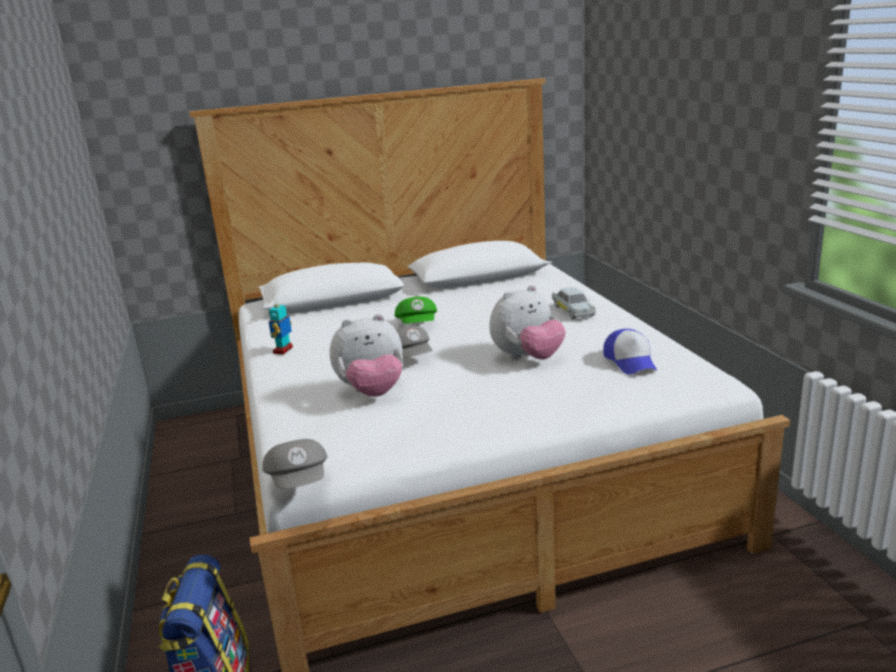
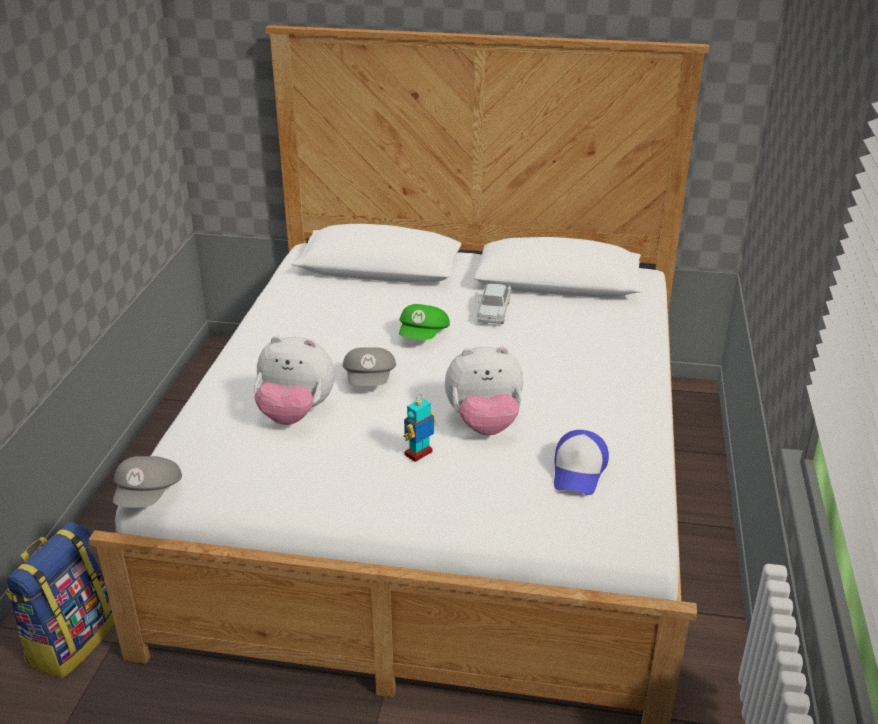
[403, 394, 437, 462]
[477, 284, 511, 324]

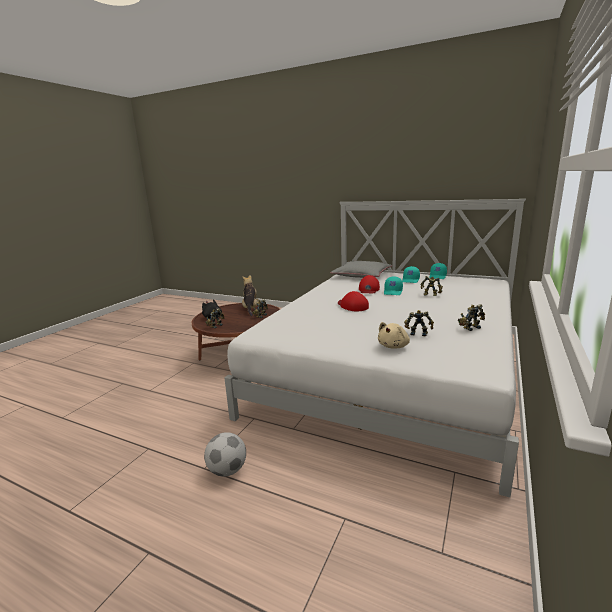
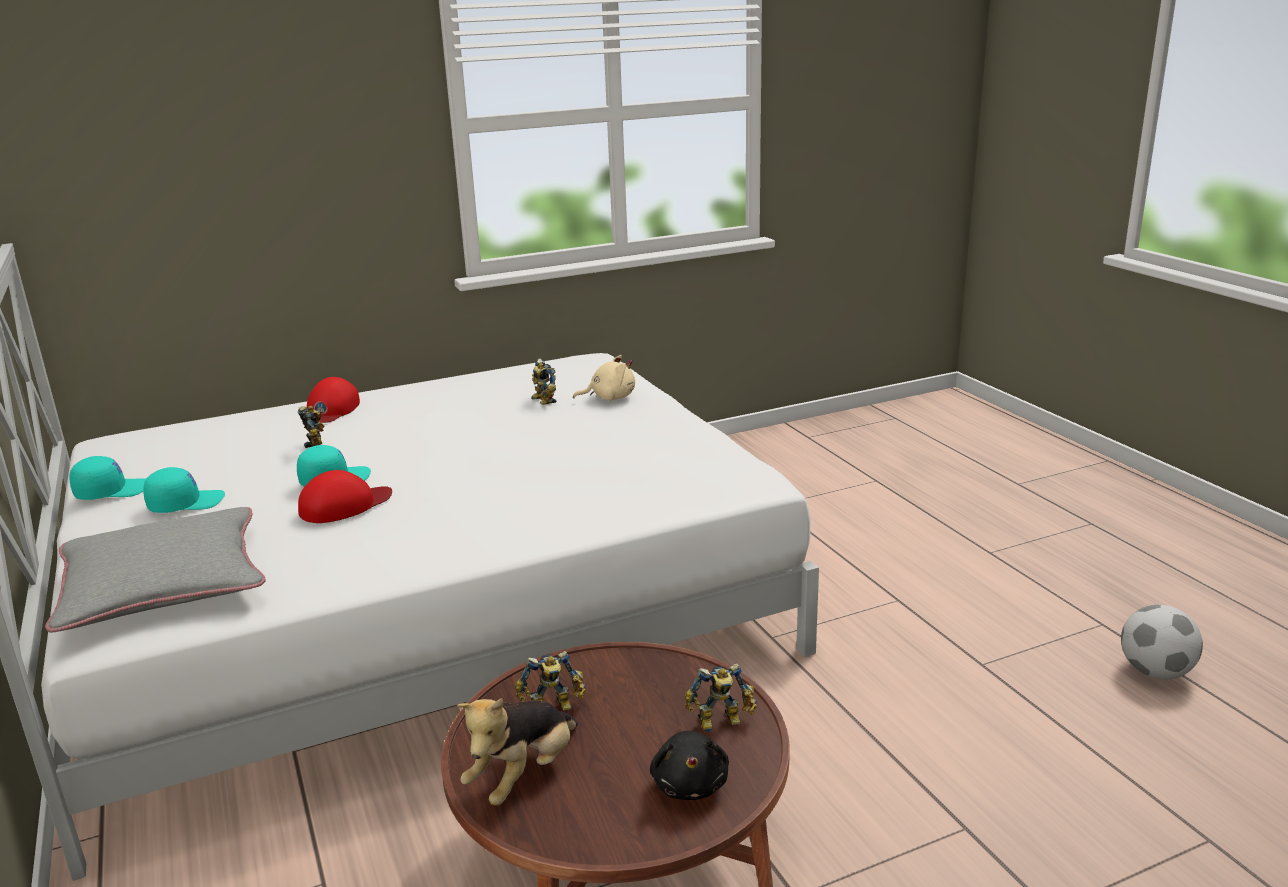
[1121, 605, 1203, 679]
[307, 377, 360, 423]
[458, 304, 485, 331] (first image)

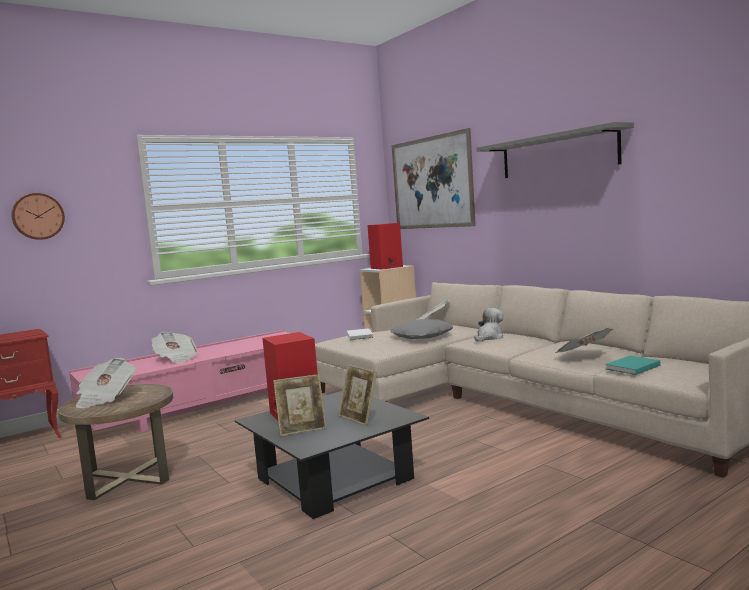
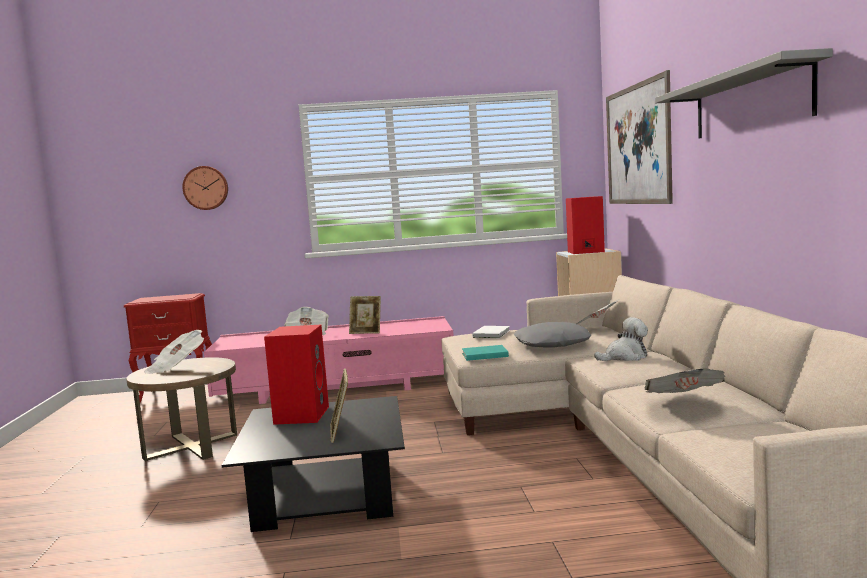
[349, 296, 381, 334]
[462, 345, 509, 361]

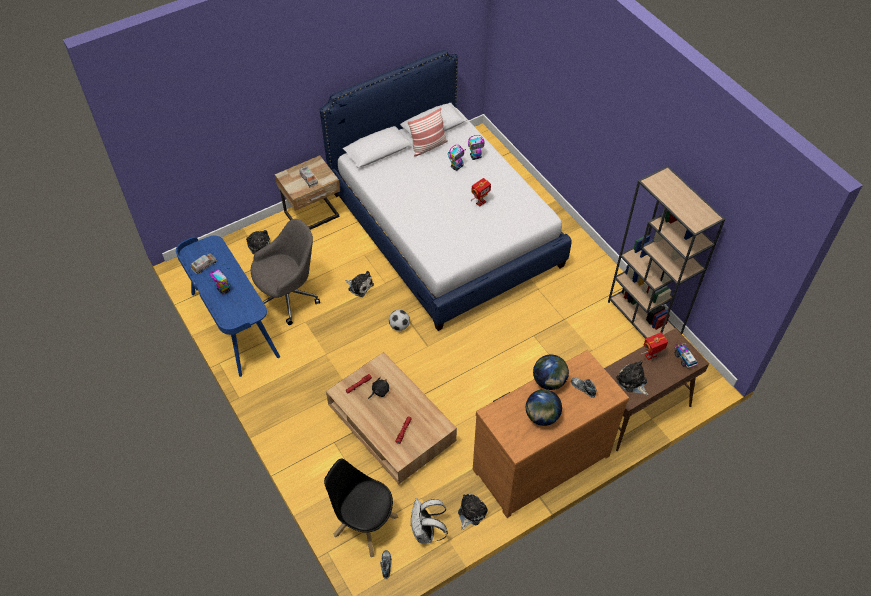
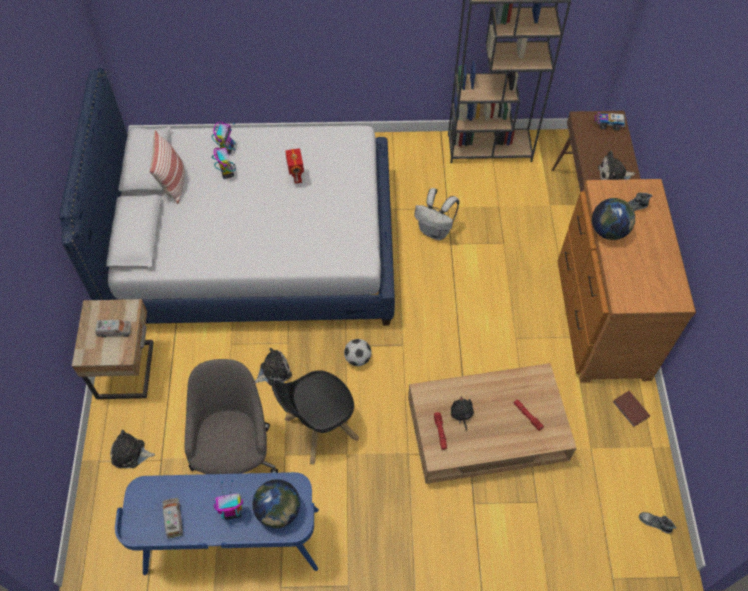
[272, 370, 359, 465]
[414, 188, 459, 241]
[613, 391, 650, 427]
[252, 479, 300, 528]
[641, 332, 668, 360] (first image)

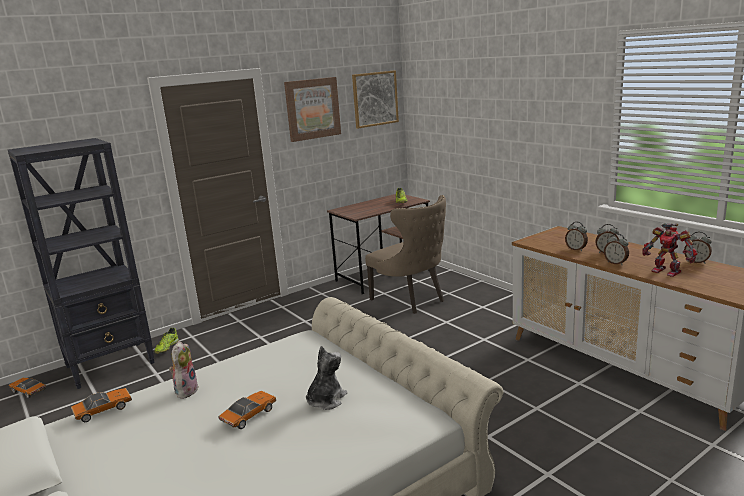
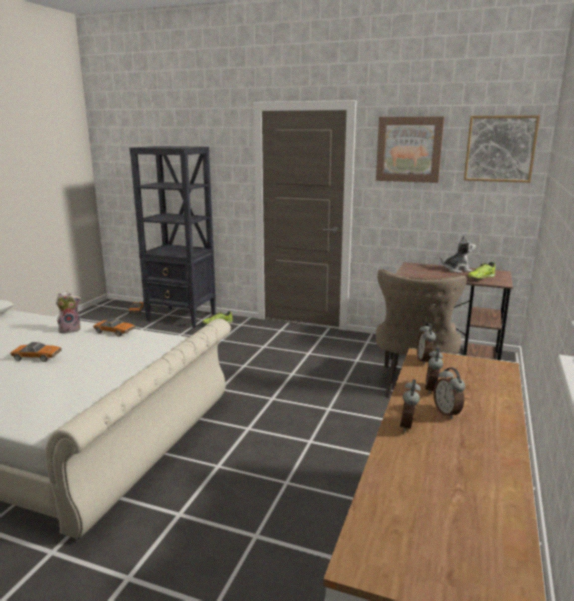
[93, 318, 135, 337]
[440, 235, 476, 273]
[642, 223, 698, 277] (first image)
[417, 323, 436, 365]

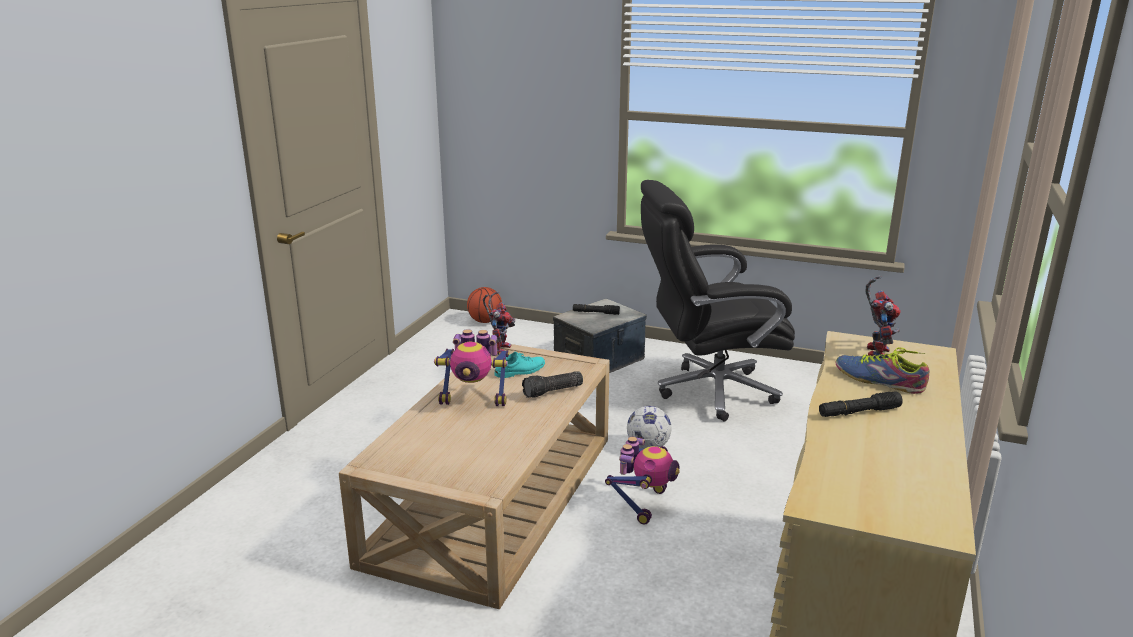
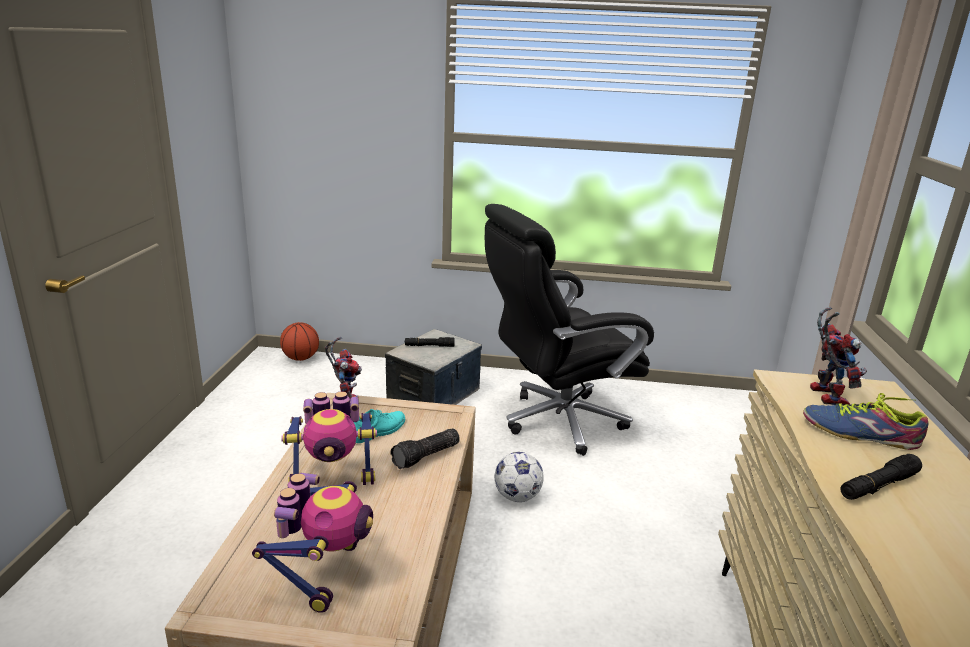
[252, 473, 373, 613]

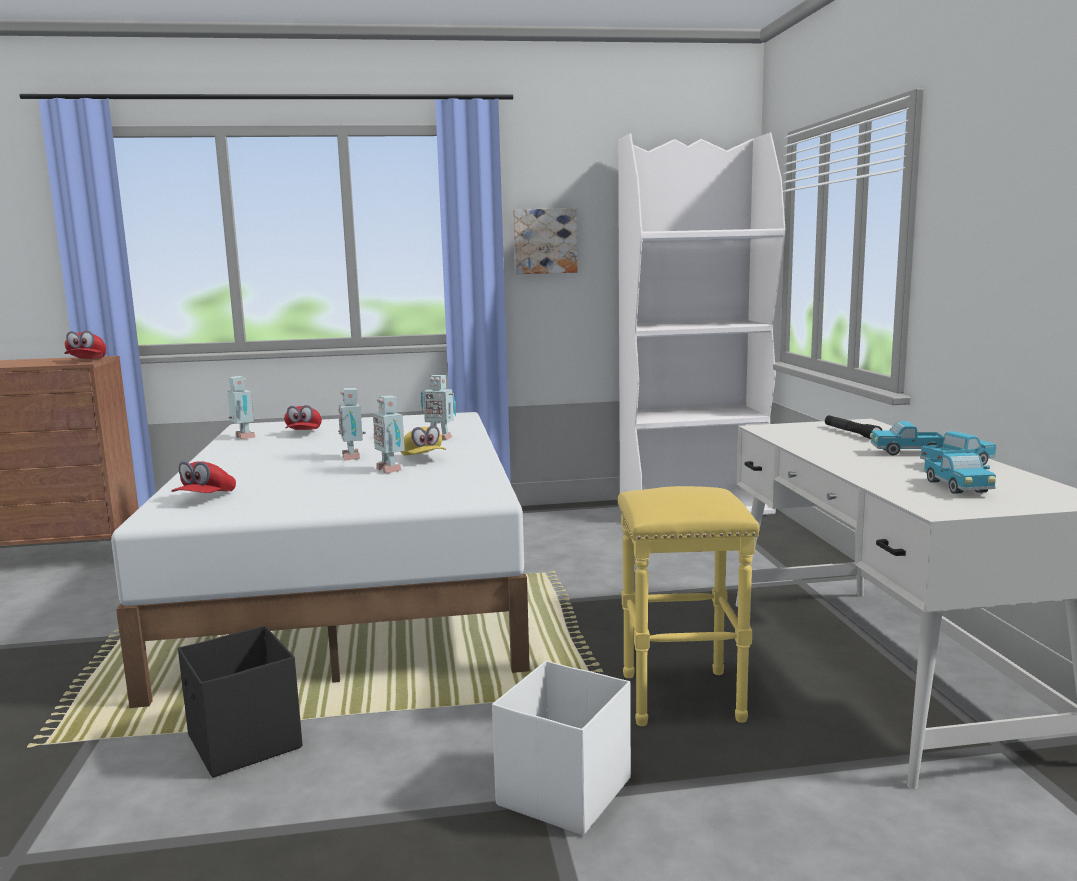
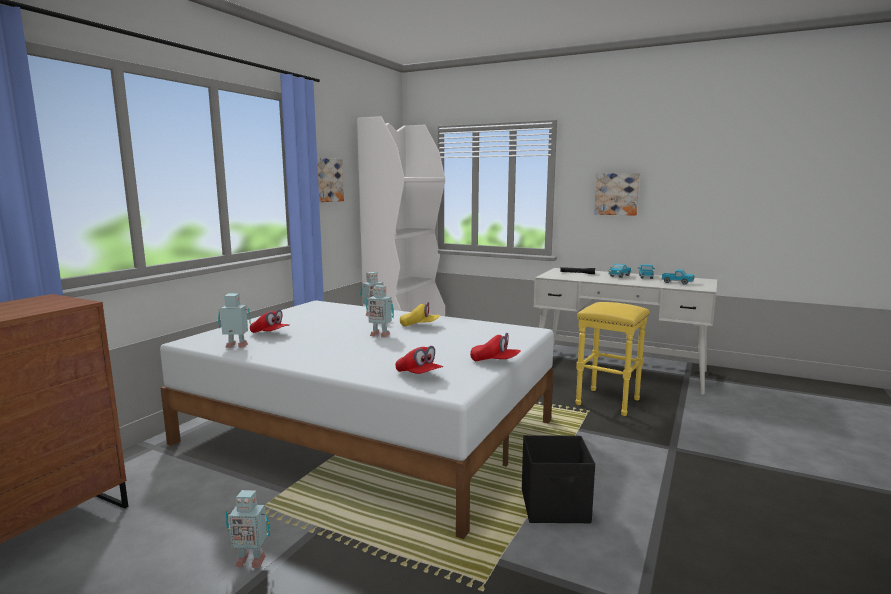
[470, 333, 521, 361]
[226, 490, 270, 568]
[492, 661, 631, 835] (first image)
[594, 173, 640, 216]

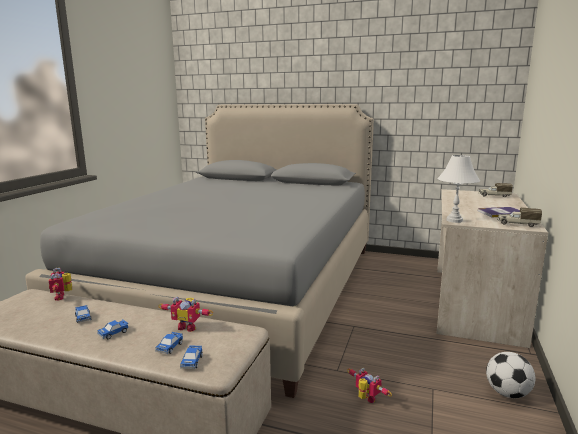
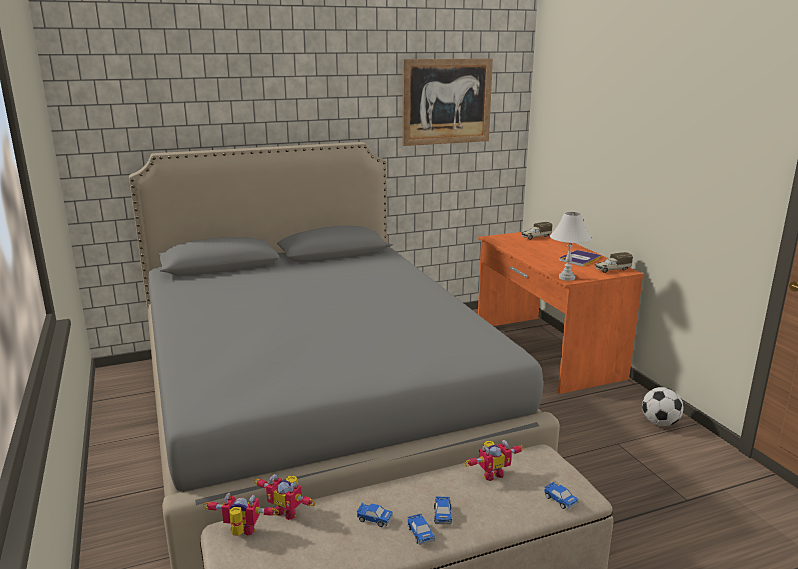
[408, 514, 435, 545]
[203, 493, 279, 536]
[478, 232, 643, 394]
[402, 58, 493, 146]

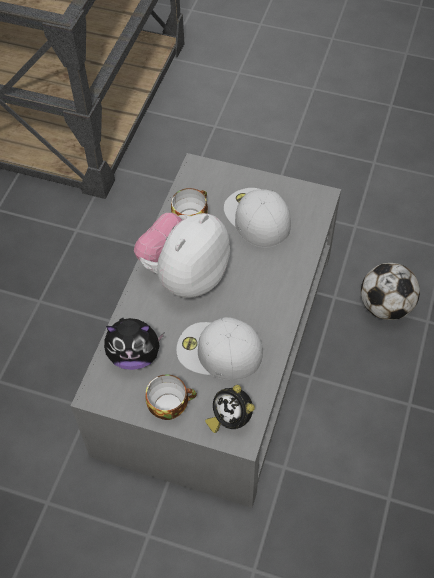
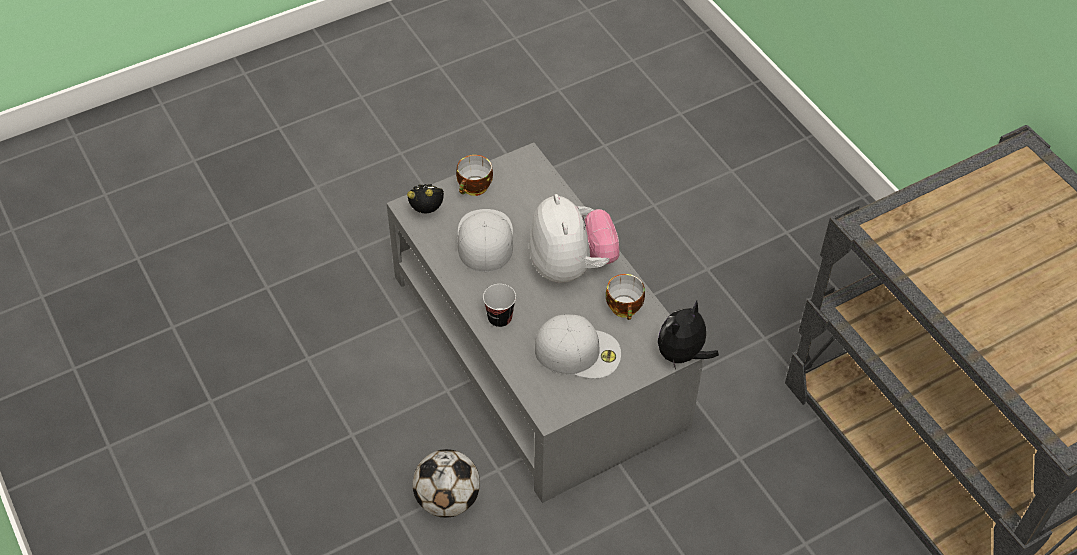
[658, 300, 719, 370]
[458, 209, 513, 272]
[483, 284, 516, 328]

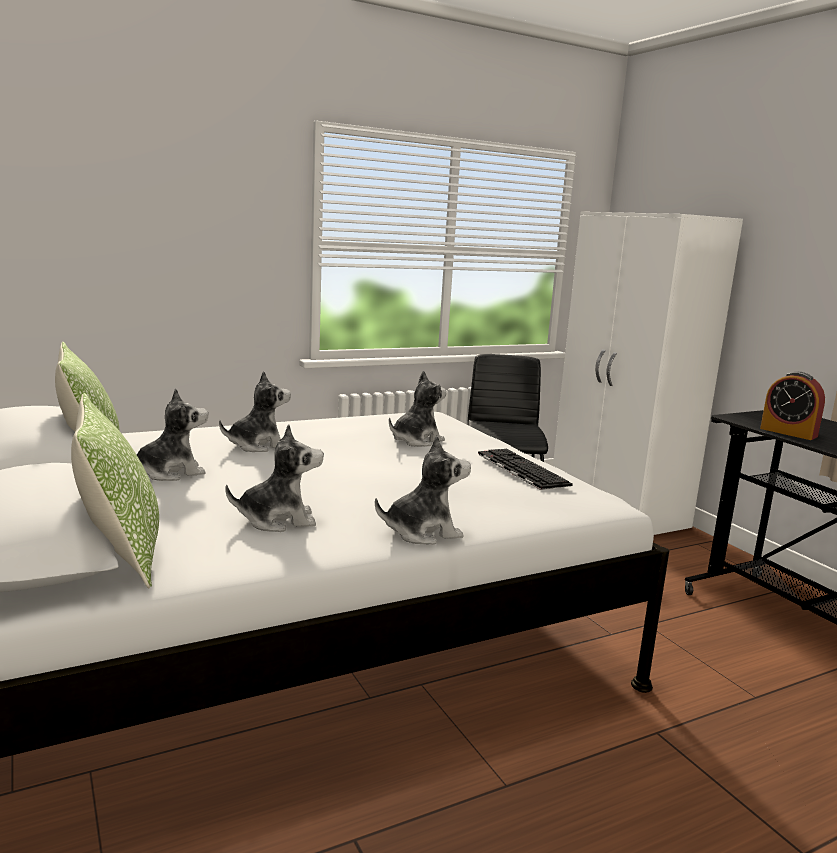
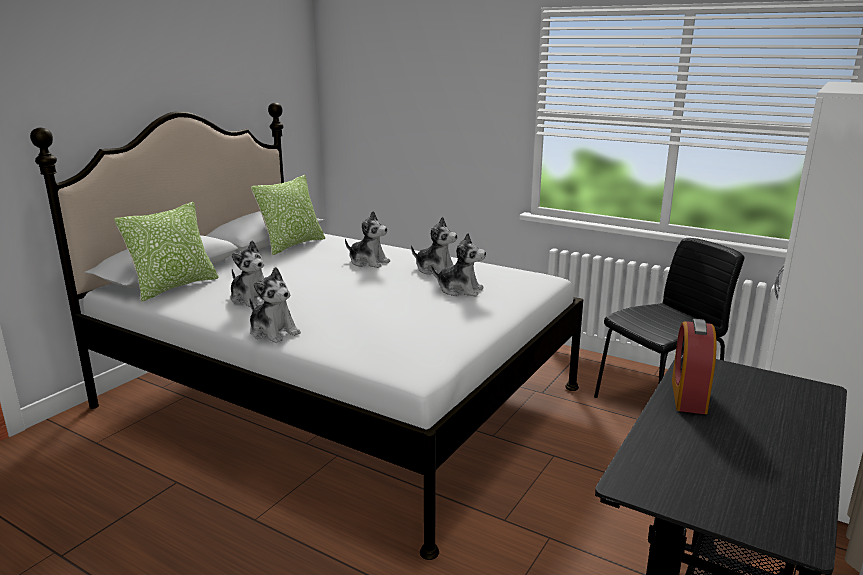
[411, 217, 458, 275]
[478, 449, 573, 490] (first image)

